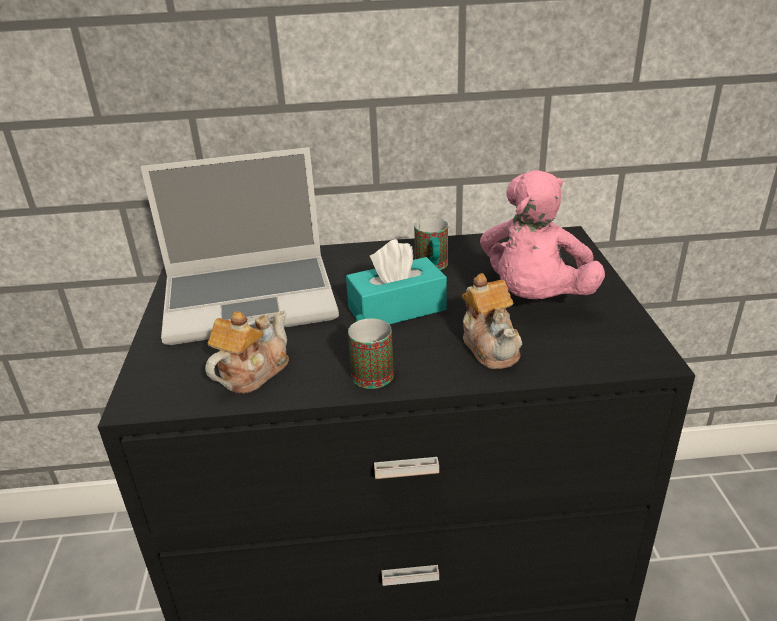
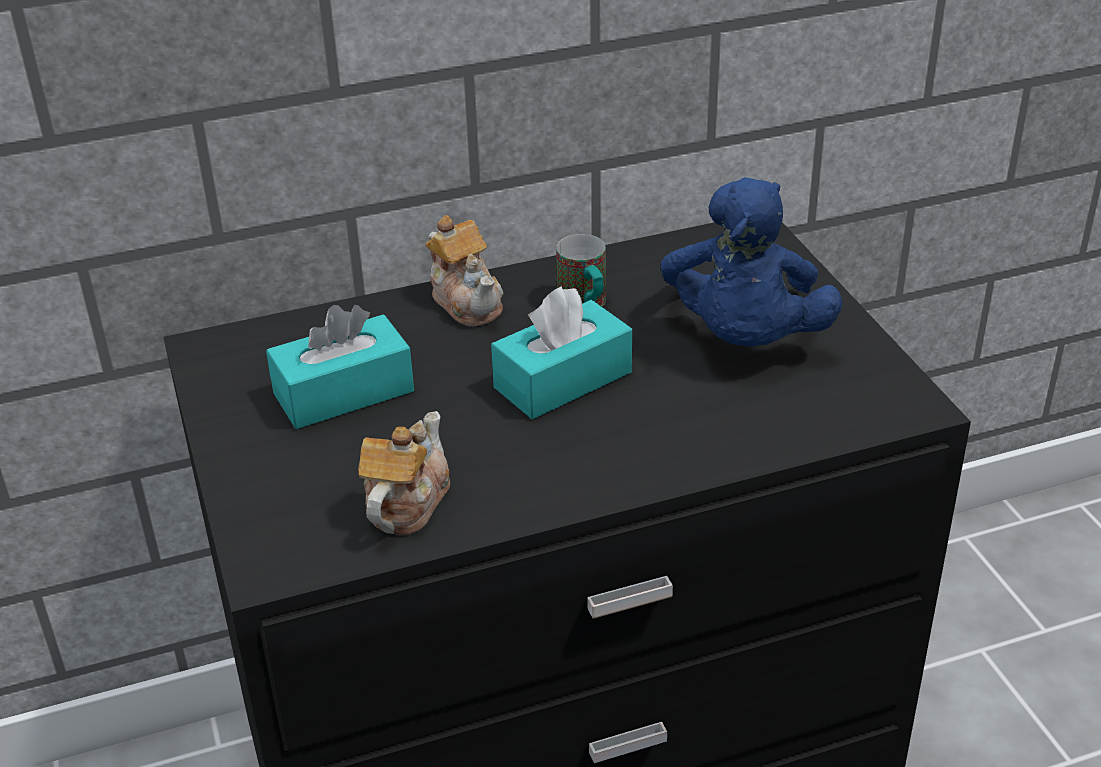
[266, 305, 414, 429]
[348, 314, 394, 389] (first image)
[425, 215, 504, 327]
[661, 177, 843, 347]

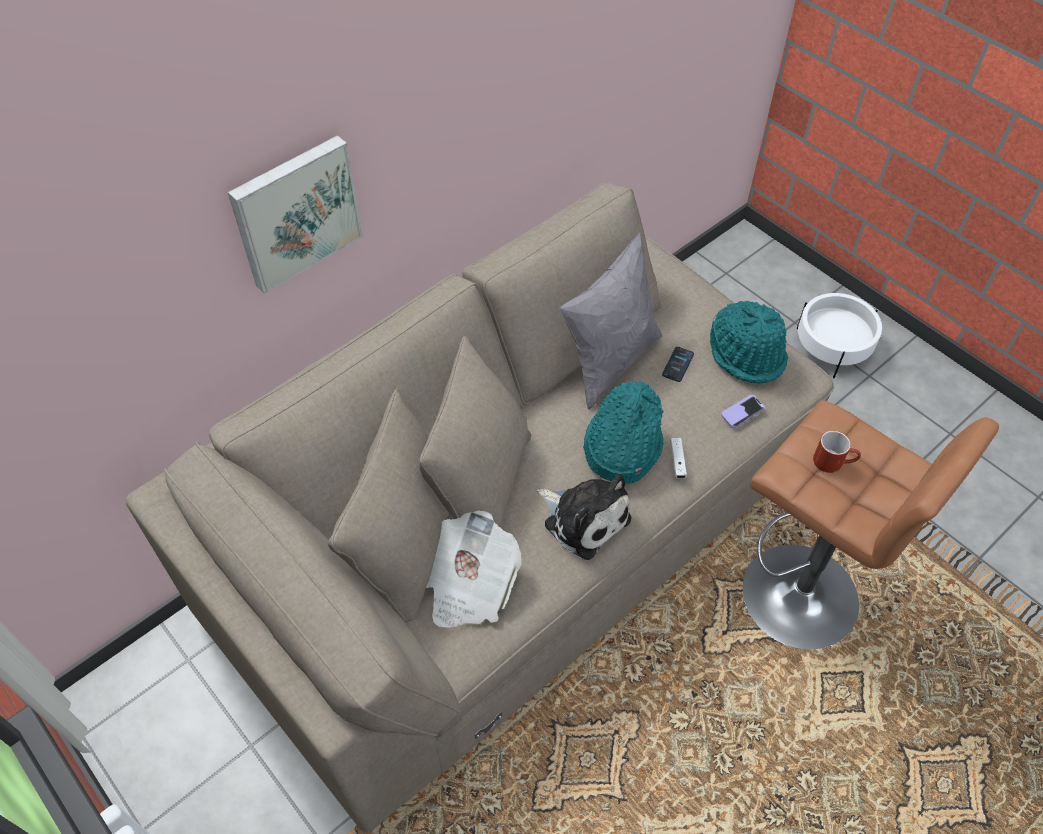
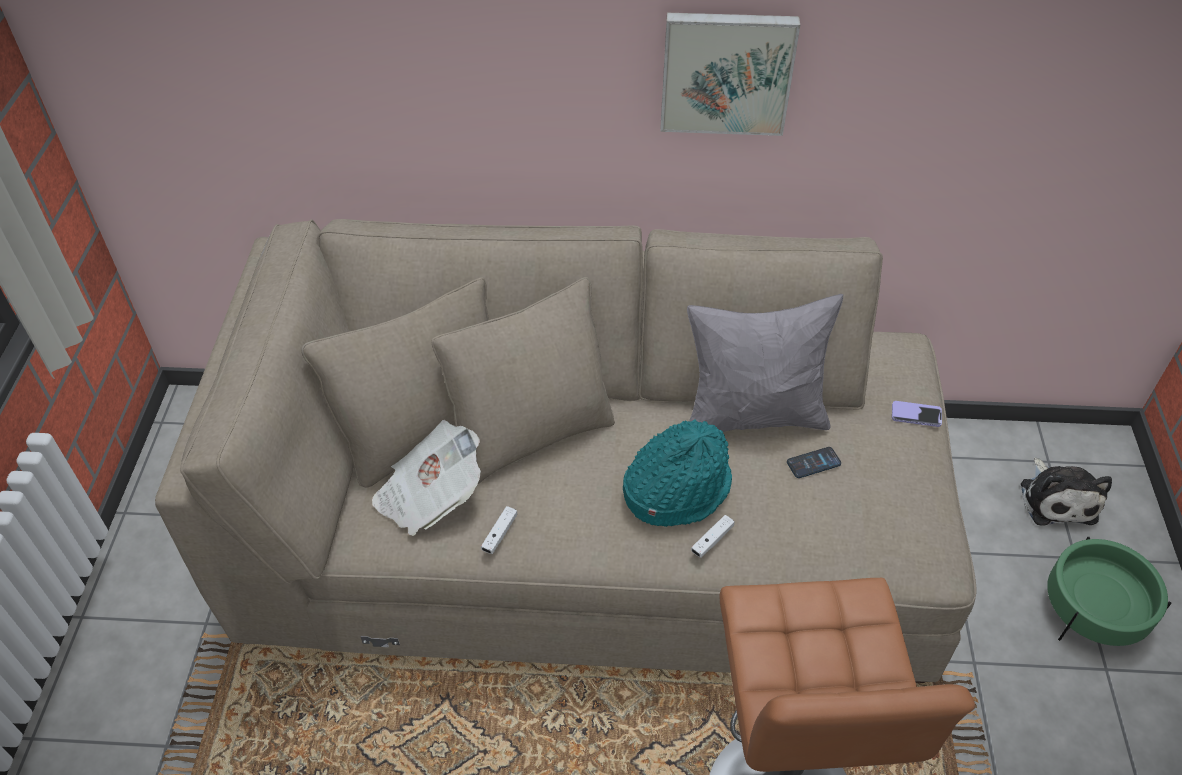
[660, 13, 800, 136]
[1021, 457, 1112, 526]
[710, 301, 788, 384] (first image)
[892, 401, 942, 427]
[1047, 537, 1171, 646]
[813, 431, 861, 473] (first image)
[481, 506, 517, 554]

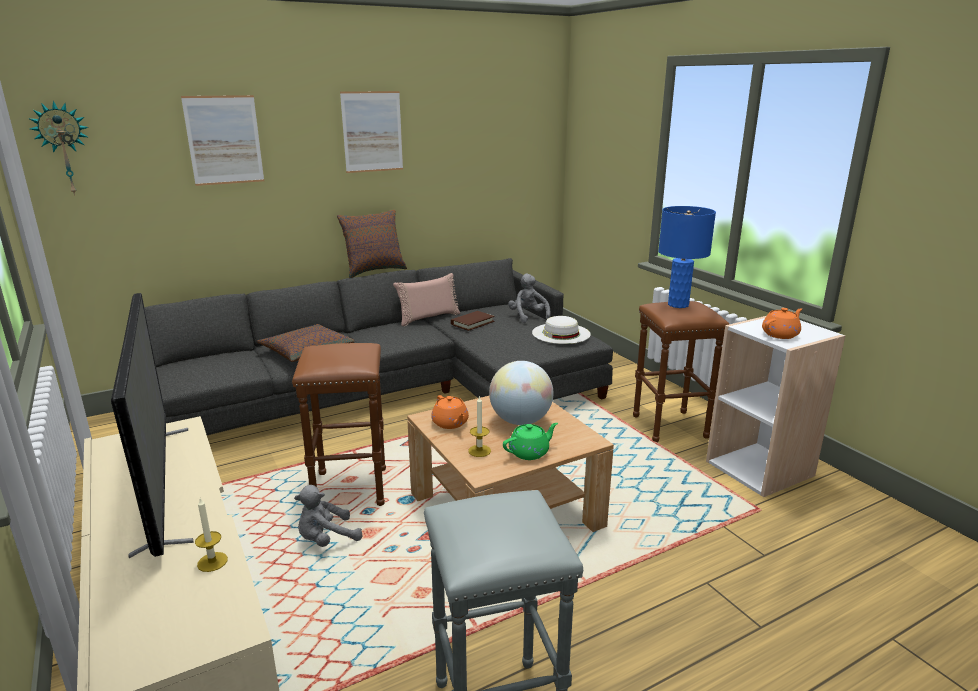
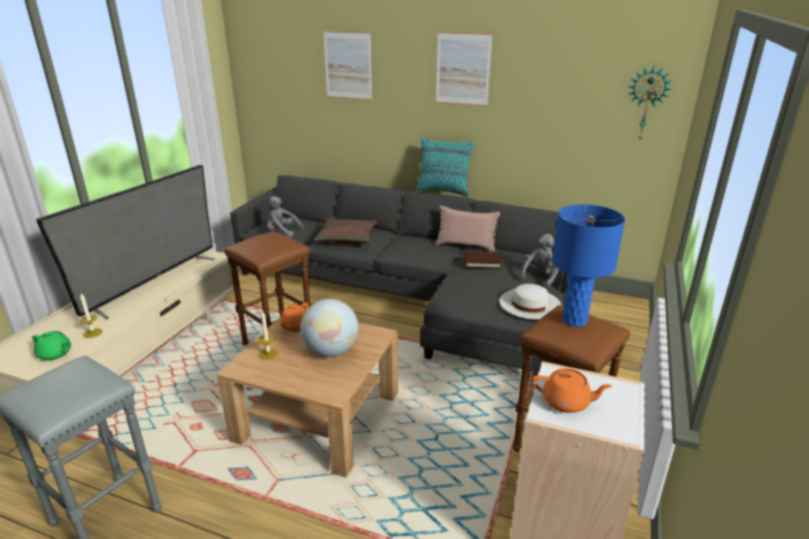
[628, 67, 672, 142]
[266, 196, 304, 238]
[415, 137, 475, 197]
[32, 331, 71, 360]

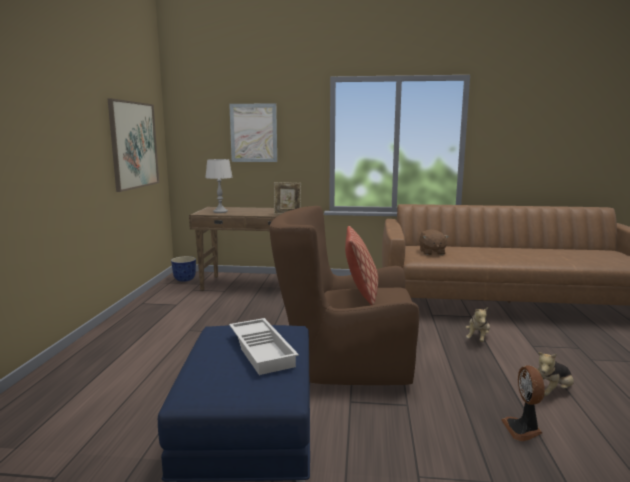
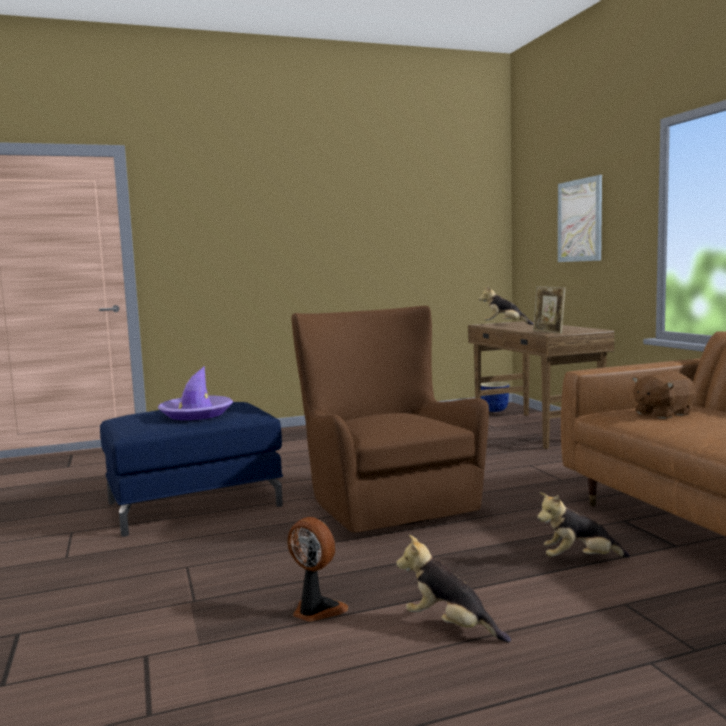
[107, 98, 159, 192] (first image)
[479, 286, 534, 325]
[158, 366, 233, 420]
[345, 226, 378, 305] (first image)
[287, 517, 348, 622]

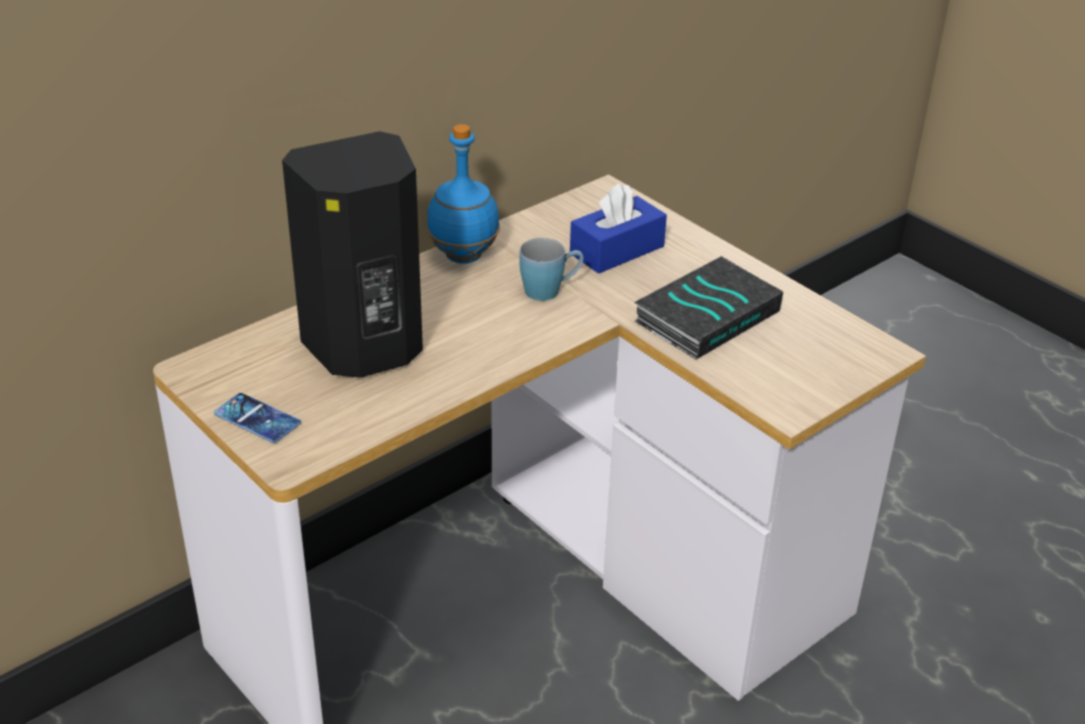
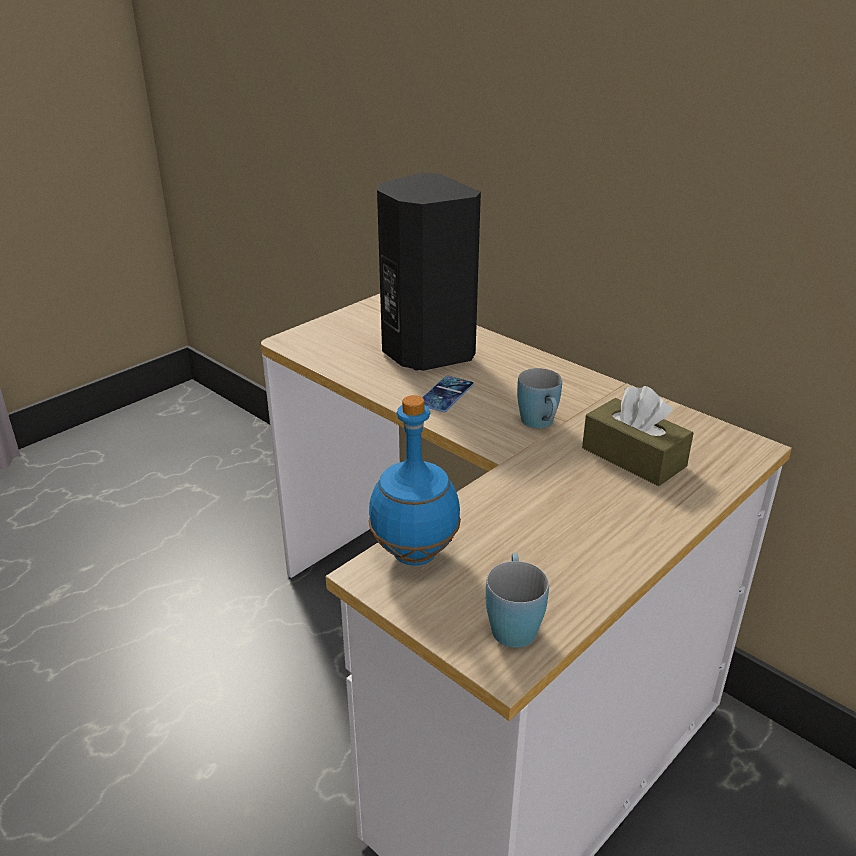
[422, 376, 474, 412]
[369, 395, 461, 566]
[582, 386, 694, 486]
[634, 256, 783, 359] (first image)
[486, 553, 549, 648]

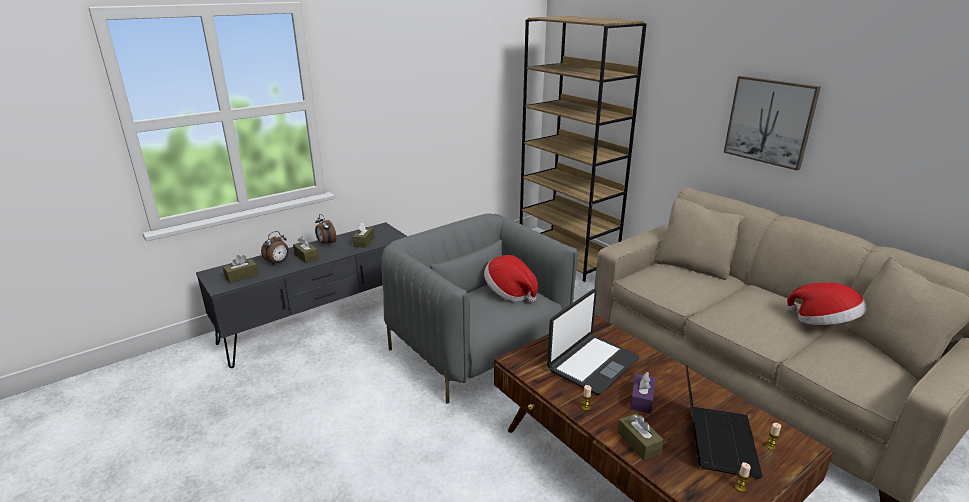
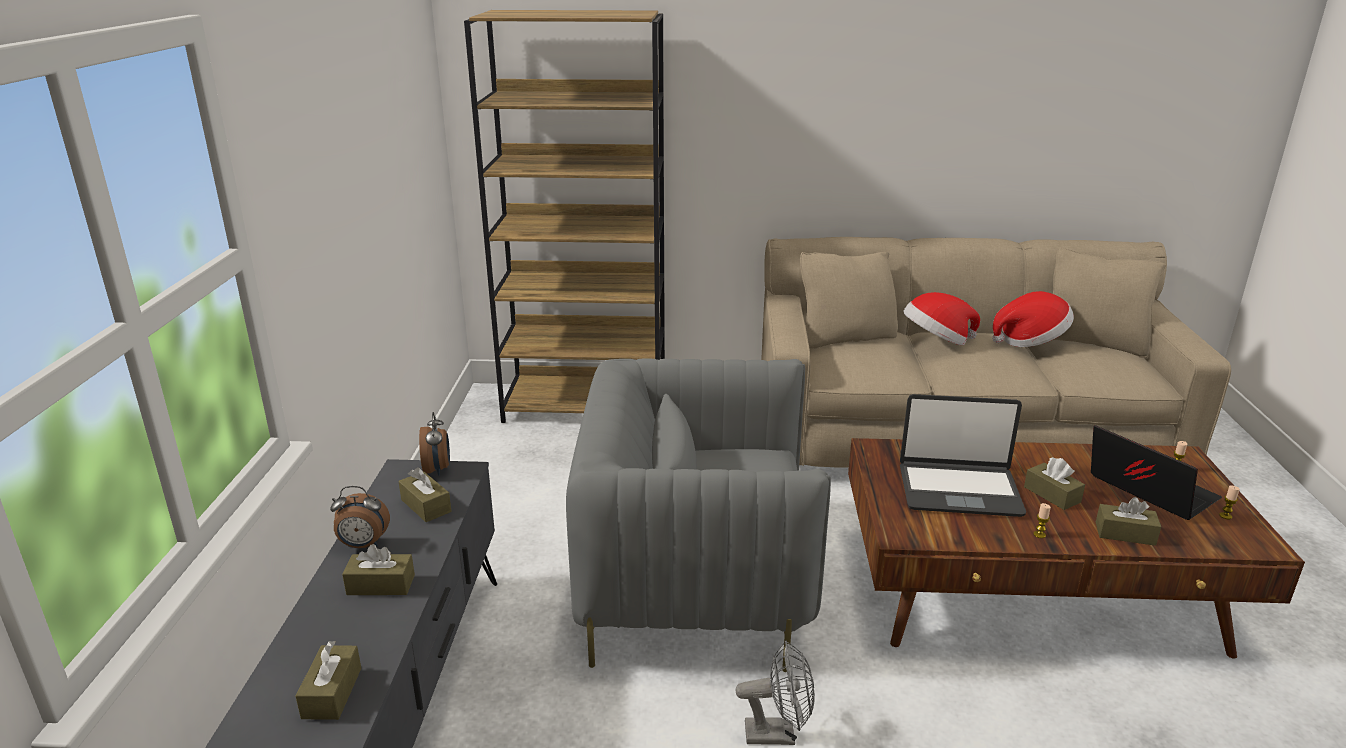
[419, 412, 450, 476]
[903, 292, 980, 345]
[900, 394, 1026, 517]
[1024, 457, 1085, 510]
[724, 76, 821, 170] (first image)
[735, 640, 815, 745]

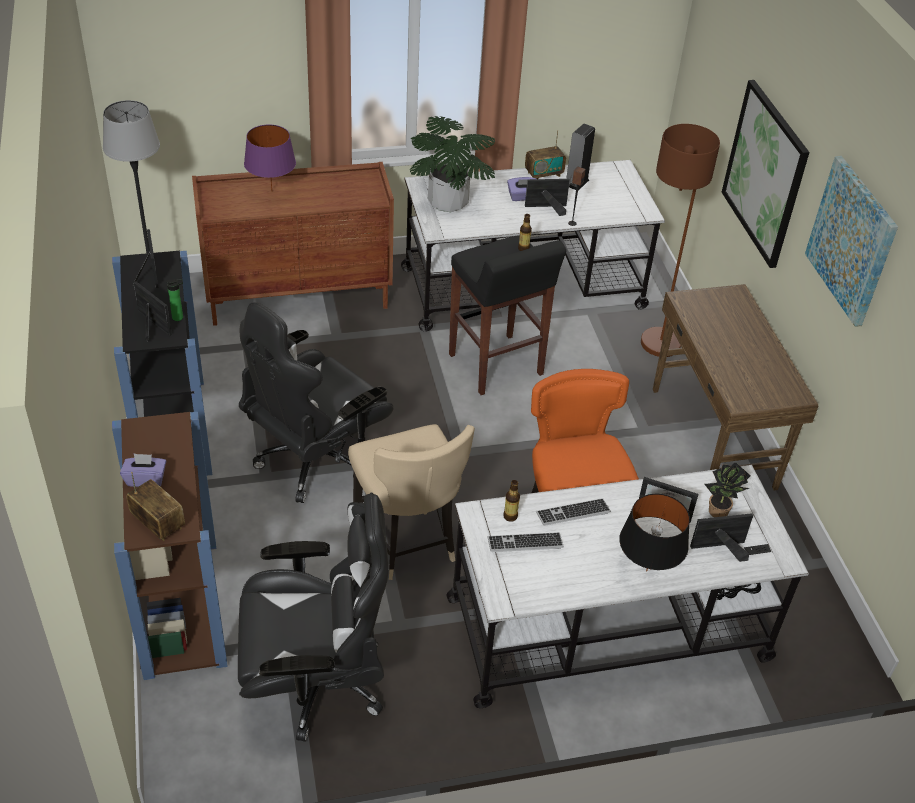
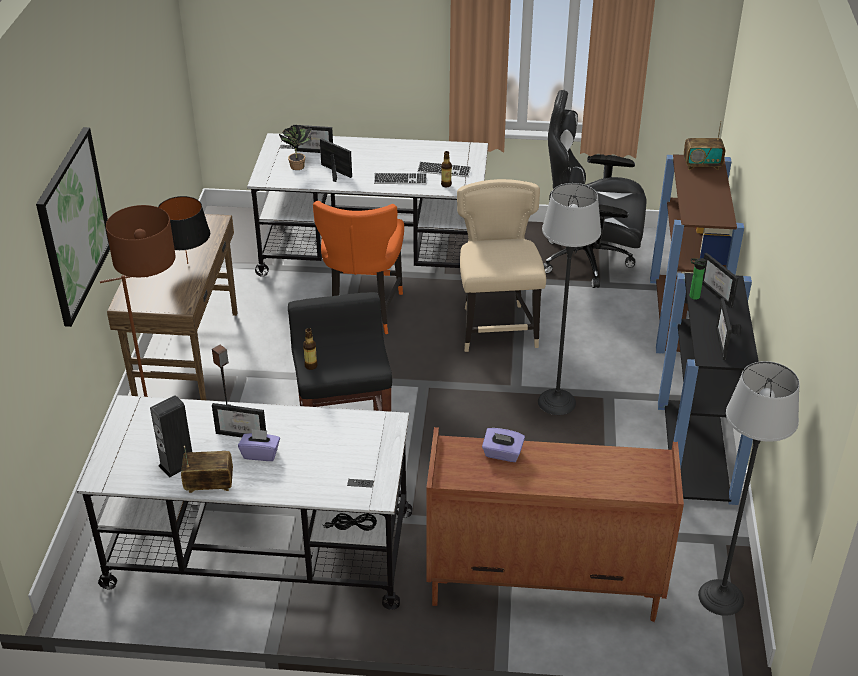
[482, 428, 525, 462]
[684, 121, 725, 170]
[538, 183, 601, 415]
[244, 125, 296, 192] (first image)
[410, 116, 495, 212] (first image)
[158, 196, 210, 264]
[805, 156, 898, 327] (first image)

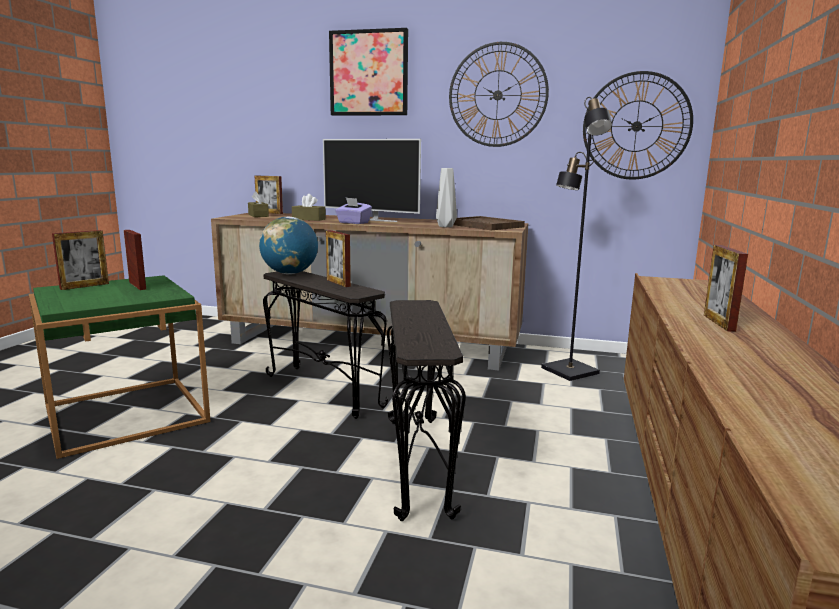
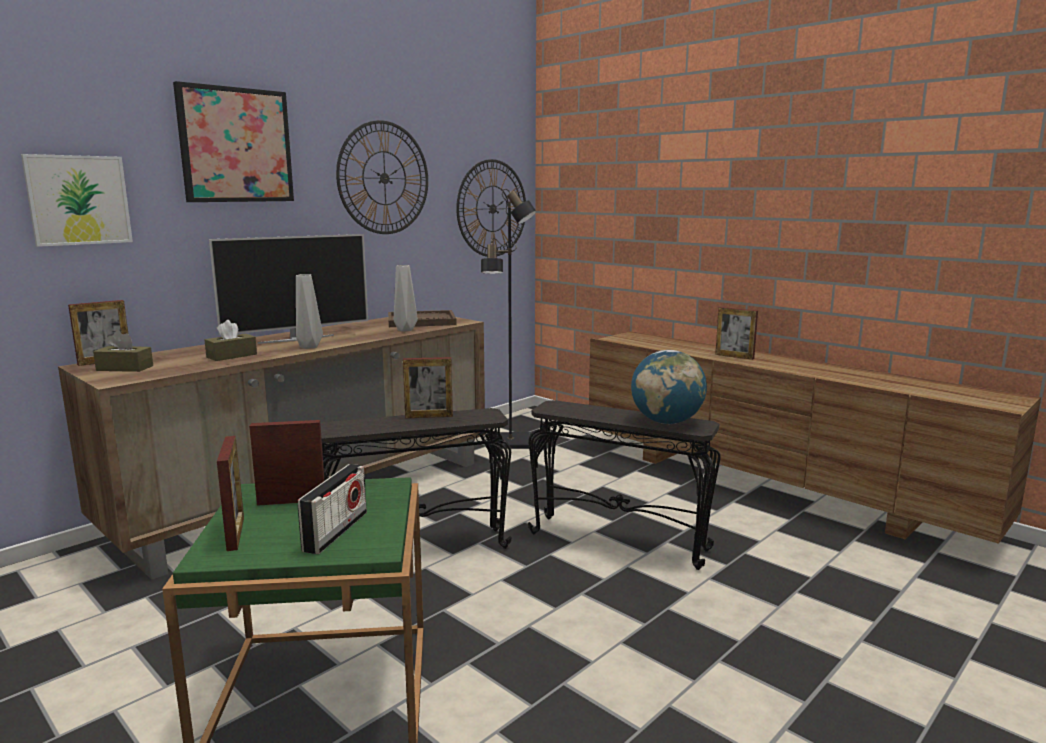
[631, 350, 707, 424]
[296, 274, 323, 349]
[21, 154, 133, 247]
[298, 464, 367, 554]

